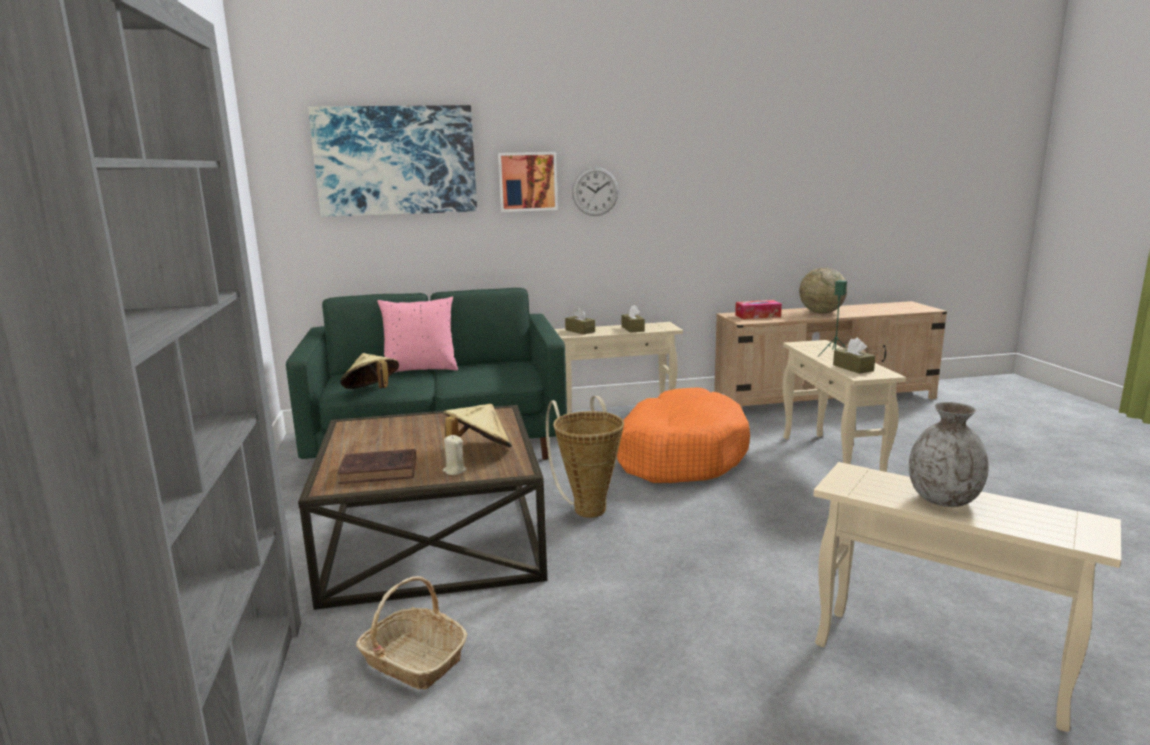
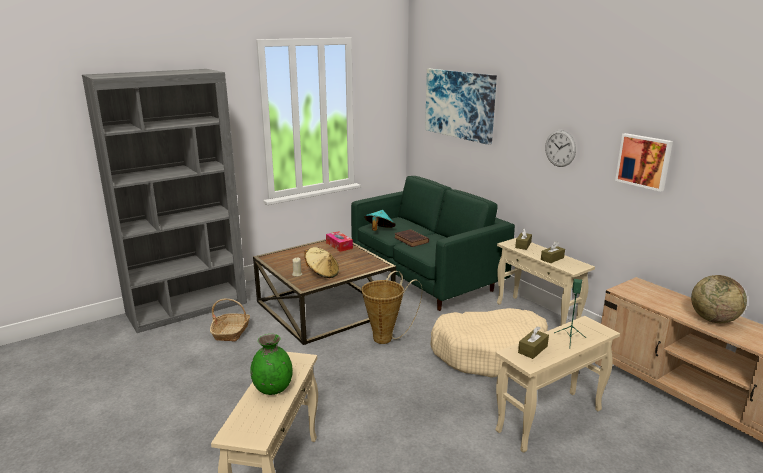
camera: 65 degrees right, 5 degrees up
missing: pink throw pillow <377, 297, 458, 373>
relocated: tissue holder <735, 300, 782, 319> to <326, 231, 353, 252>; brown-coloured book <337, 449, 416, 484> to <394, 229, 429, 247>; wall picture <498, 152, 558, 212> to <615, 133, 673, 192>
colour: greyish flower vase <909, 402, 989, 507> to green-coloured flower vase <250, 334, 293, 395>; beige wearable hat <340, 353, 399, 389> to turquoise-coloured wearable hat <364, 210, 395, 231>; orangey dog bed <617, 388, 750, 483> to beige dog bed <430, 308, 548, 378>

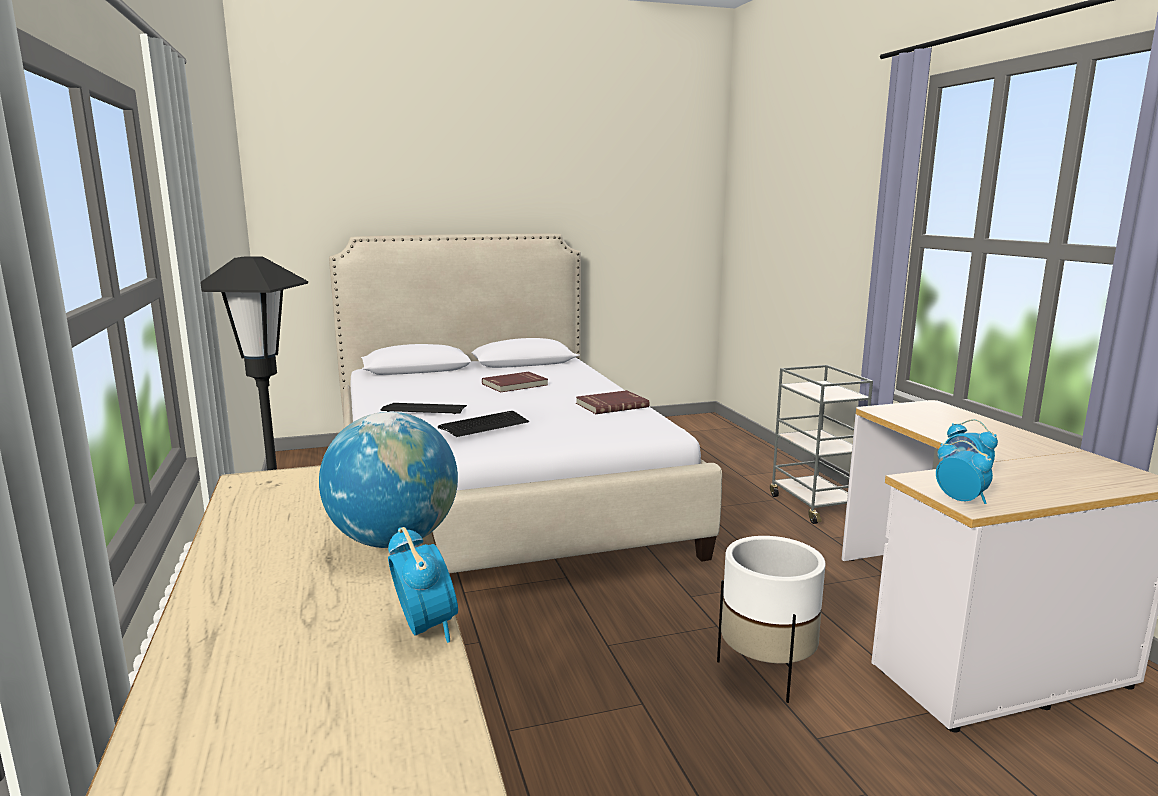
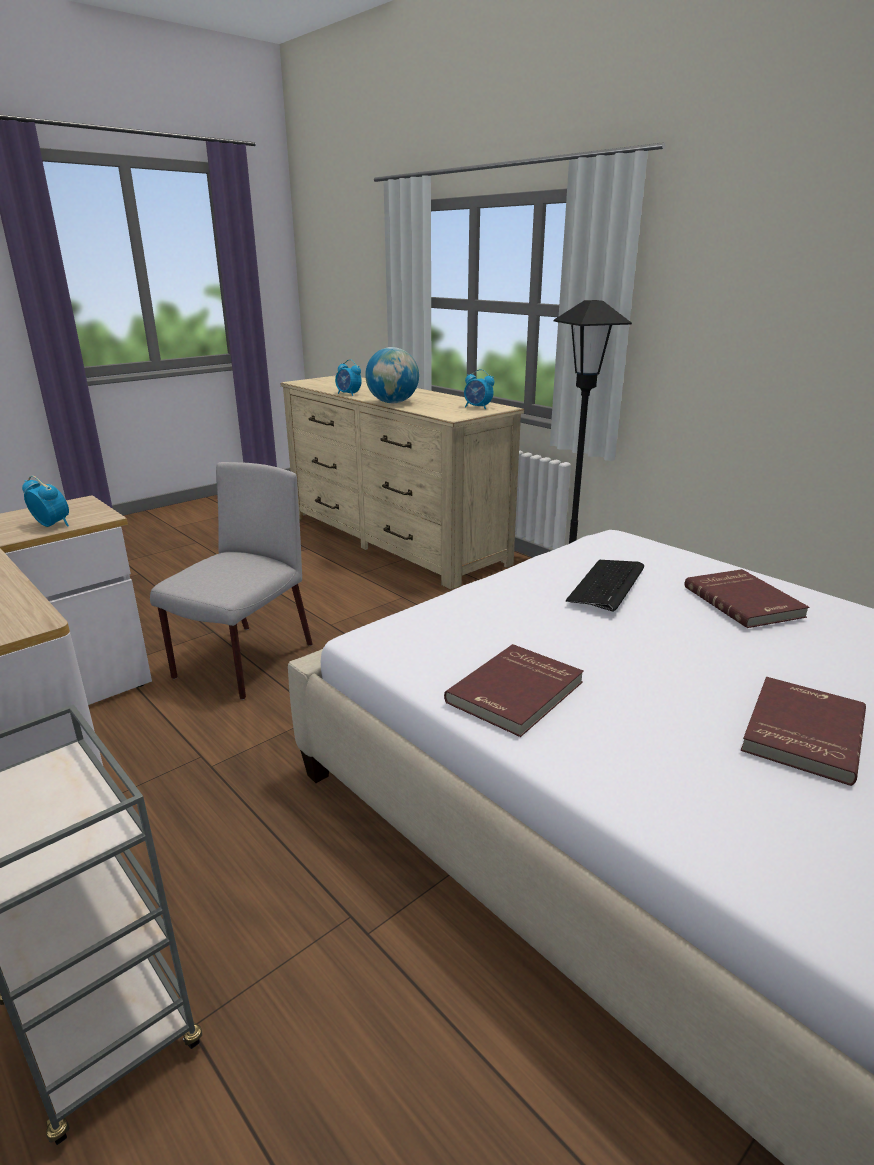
camera: 155 degrees right, 10 degrees up
relocated: table clock <936, 440, 993, 504> to <464, 369, 494, 410>
exchanged: white planter <717, 536, 825, 703> to greyish plain chair <150, 462, 313, 700>; PC keyboard <380, 403, 467, 414> to red-coloured book <685, 569, 809, 628>

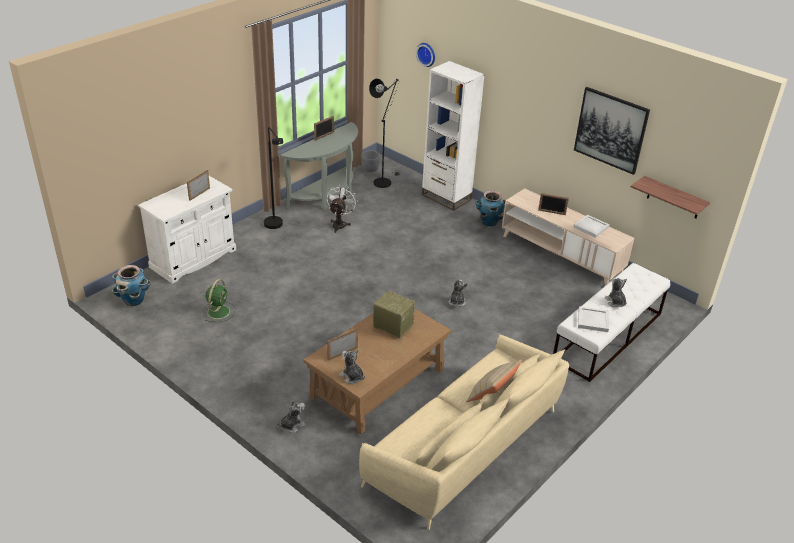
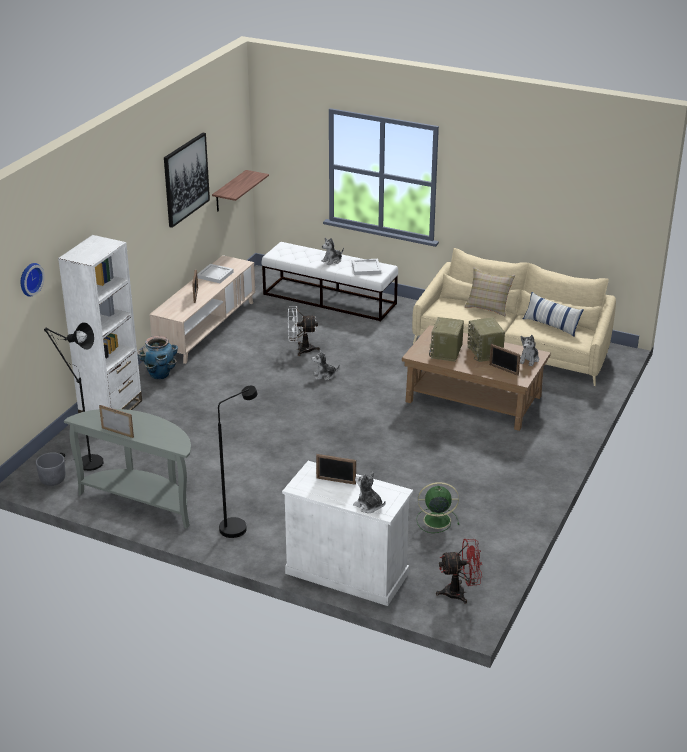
camera: 105 degrees left, 5 degrees down
appeared: radio set <468, 317, 505, 362>; throw pillow <523, 292, 584, 337>
relocated: white cooling fan <327, 185, 357, 233> to <288, 306, 320, 356>; plush toy <277, 400, 306, 433> to <353, 472, 386, 513>
exchanged: planter <112, 265, 151, 306> to red-coloured cooling fan <436, 539, 482, 604>

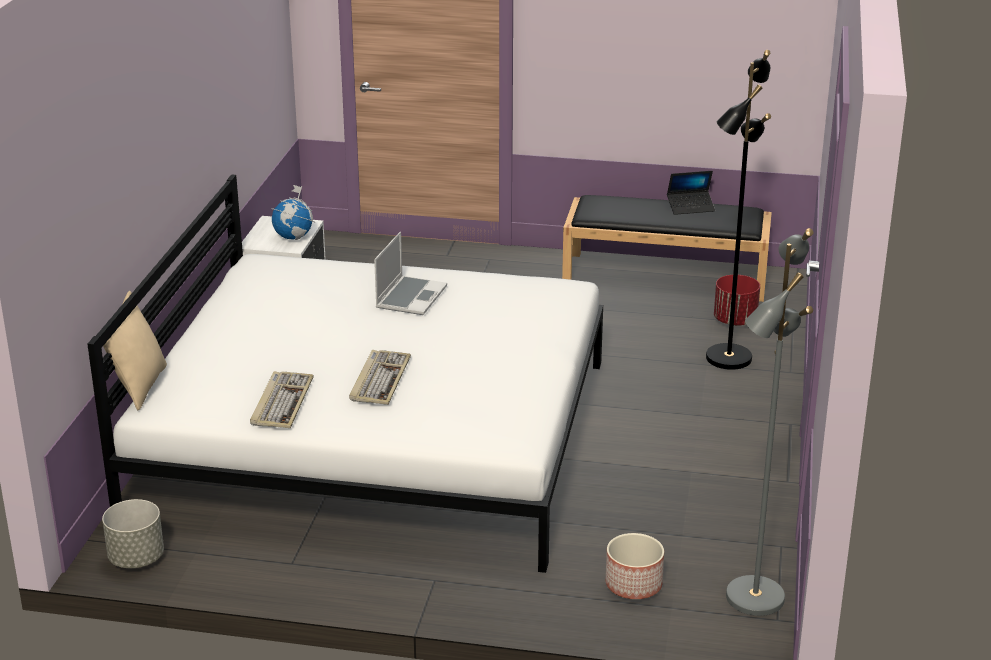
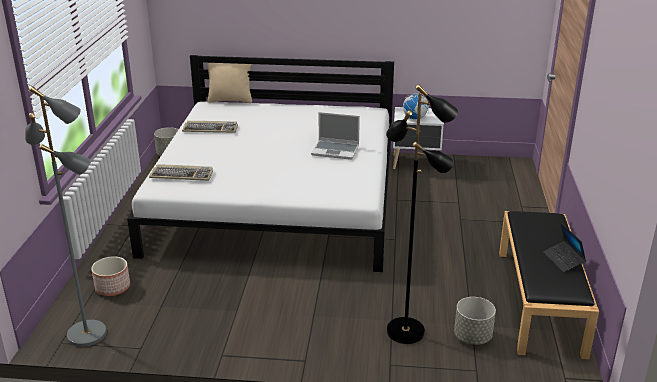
camera: 85 degrees right, 0 degrees up
relocated: PC keyboard <349, 350, 411, 405> to <149, 164, 213, 181>
colour: red-coloured planter <714, 275, 760, 326> to greyish planter <454, 297, 496, 345>

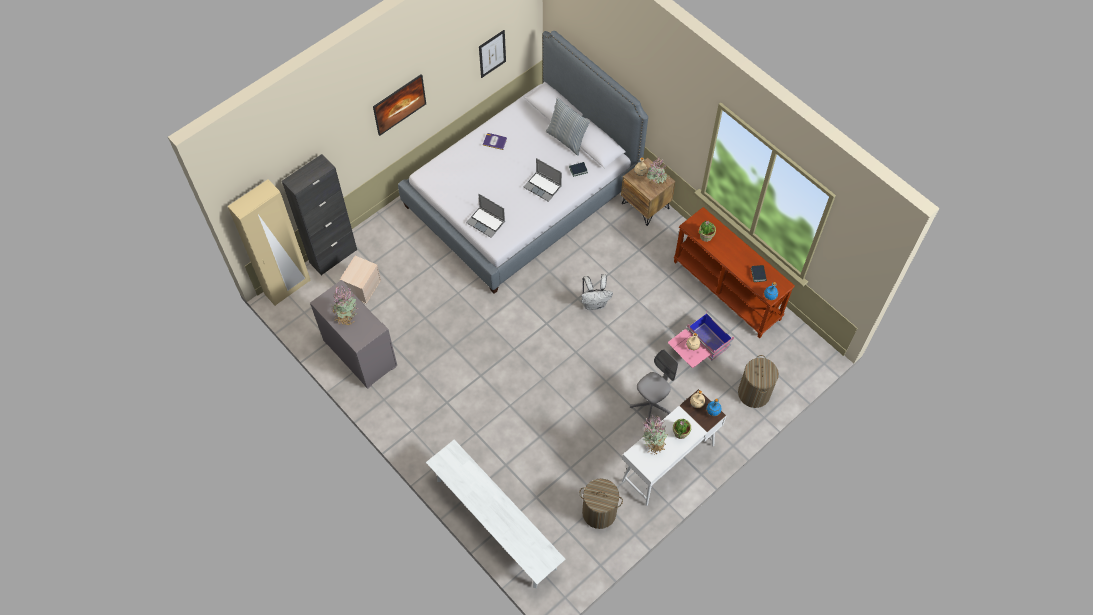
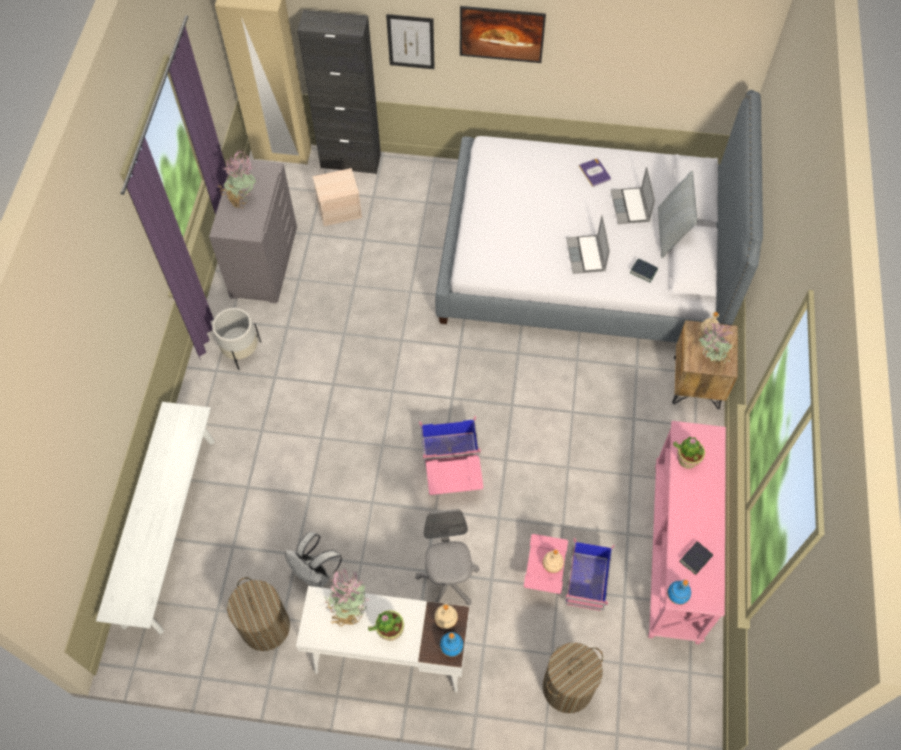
camera: 50 degrees right, 0 degrees up
appeared: white planter <212, 308, 261, 370>; pink storage box <419, 415, 484, 495>
relocated: white knapsack <582, 274, 613, 310> to <285, 532, 342, 587>; wall picture <479, 30, 506, 78> to <386, 14, 435, 69>; notebook computer <466, 194, 505, 238> to <611, 167, 655, 224>
colour: brown-coloured hall table <674, 207, 795, 339> to pink hall table <648, 421, 726, 644>
spun: greyish office chair <630, 349, 678, 425> = <415, 509, 479, 605> 105 degrees counterclockwise

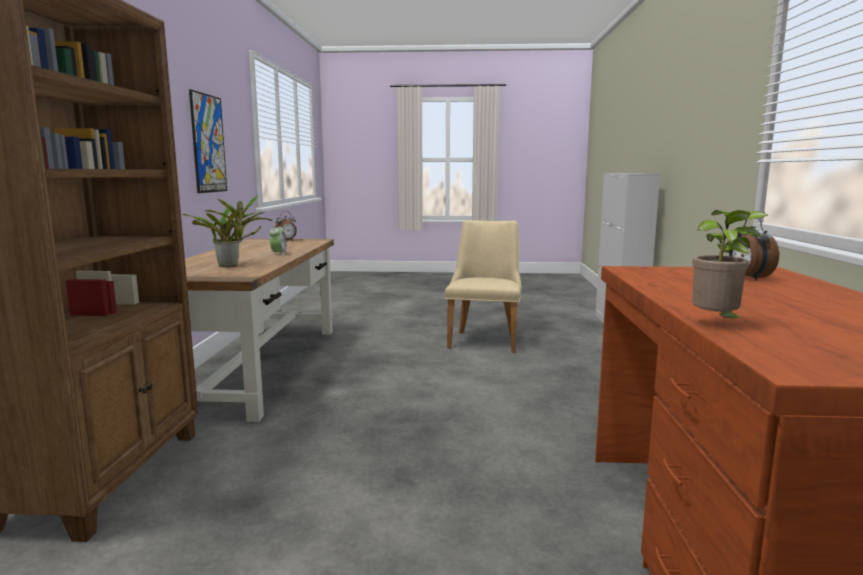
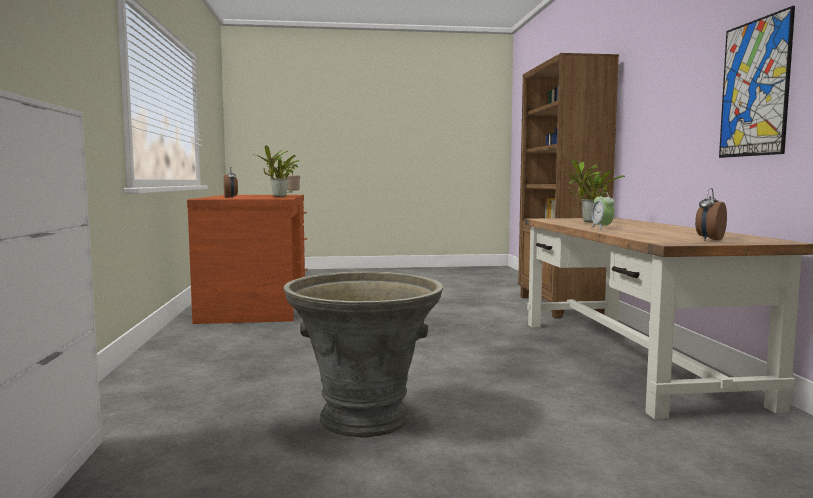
camera: 170 degrees right, 5 degrees down
appeared: potted plant <253, 145, 299, 197>
exchanged: beige plain chair <445, 220, 522, 353> to greyish planter <284, 271, 443, 437>

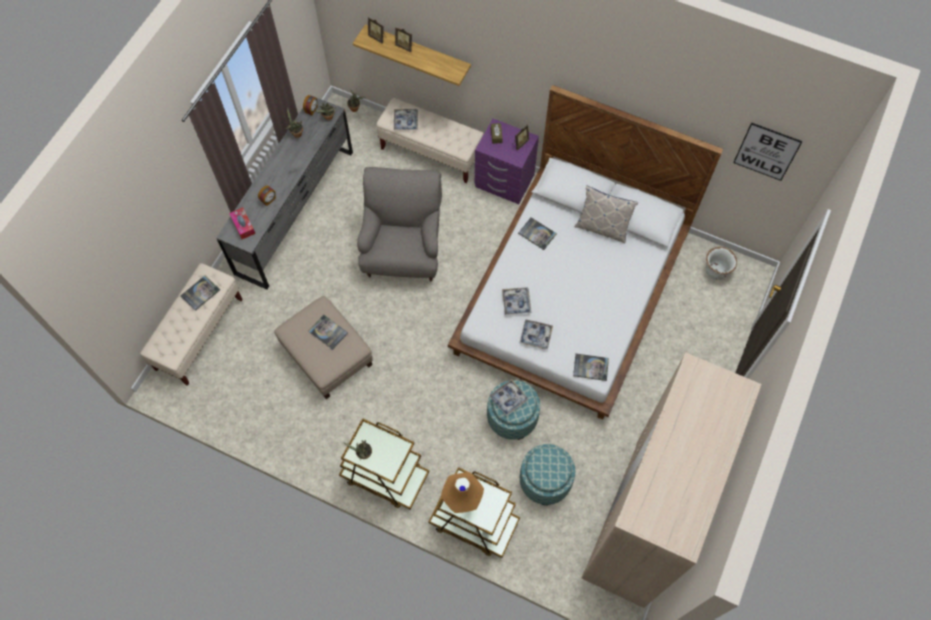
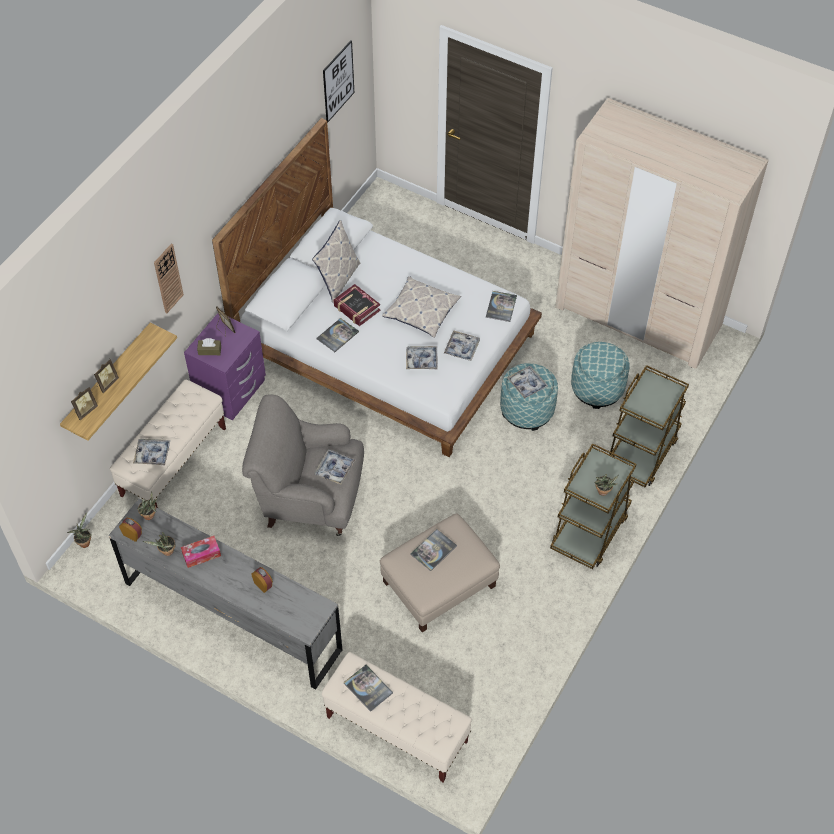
camera: 85 degrees left, 10 degrees down
missing: orangey table lamp <441, 472, 484, 513>; white planter <706, 247, 737, 280>
appeared: wall clock <154, 244, 184, 313>; serving tray <314, 449, 355, 485>; book <334, 284, 381, 326>; throw pillow <382, 276, 461, 338>
relocated: tissue holder <229, 207, 256, 239> to <181, 536, 221, 568>

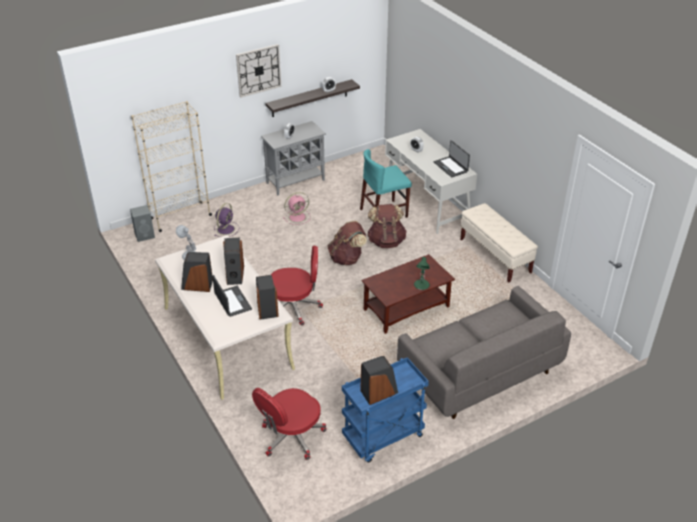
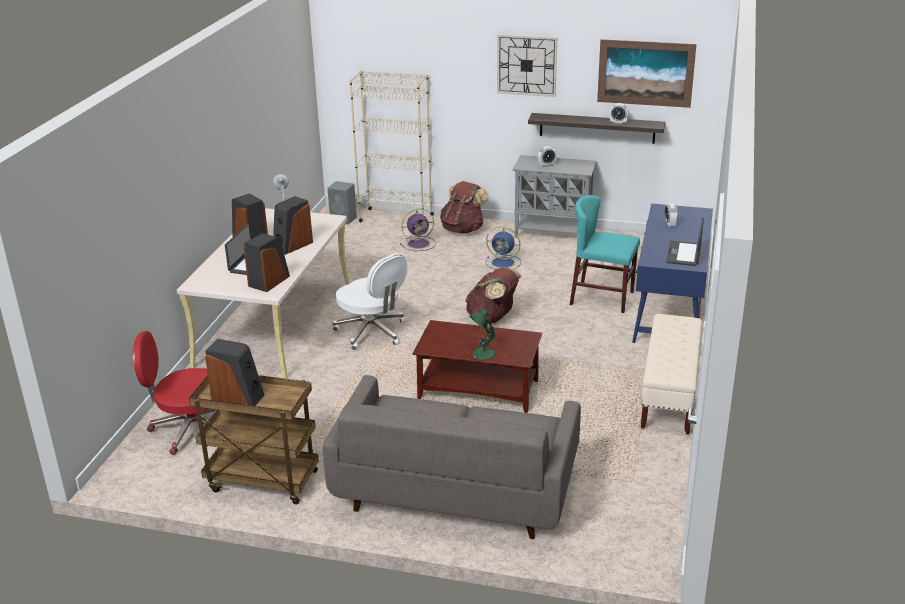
camera: 45 degrees right, 10 degrees down
appeared: wall picture <597, 39, 697, 108>
relocated: brown-coloured knapsack <367, 204, 407, 248> to <440, 181, 489, 234>
colour: blue wheeled cart <342, 357, 429, 463> to brown-coloured wheeled cart <189, 375, 319, 504>; red-coloured office chair <271, 246, 323, 326> to white office chair <332, 253, 408, 350>; pink cooling fan <283, 192, 311, 225> to blue cooling fan <486, 226, 521, 270>; white desk unit <385, 129, 477, 234> to blue desk unit <632, 203, 713, 343>

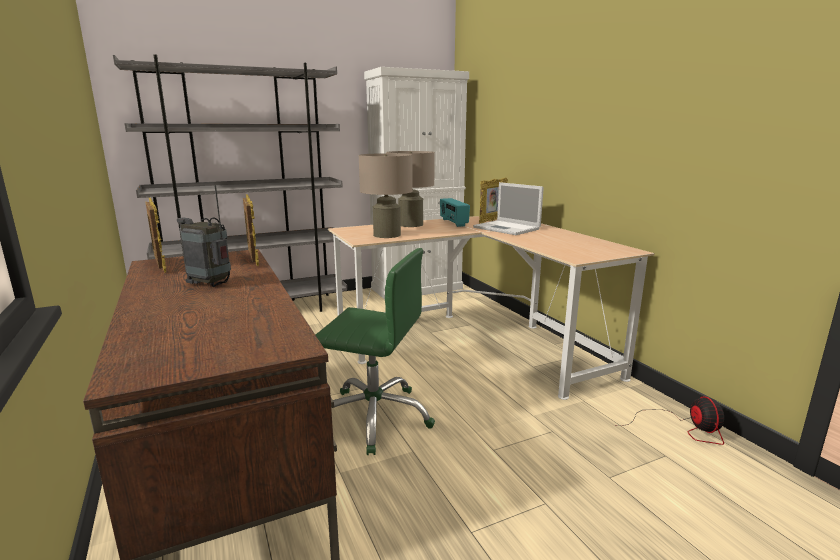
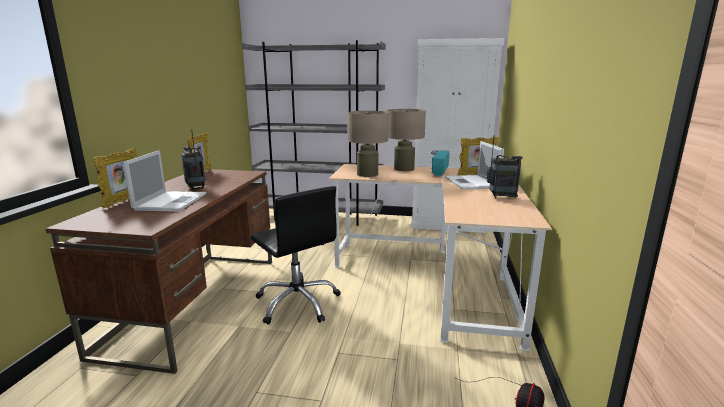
camera: 35 degrees right, 0 degrees up
appeared: notebook computer <123, 150, 206, 212>; radio set <486, 135, 522, 198>
relocated: standing frame <243, 194, 259, 266> to <93, 148, 137, 209>
colour: green-coloured office chair <316, 248, 435, 455> to black-coloured office chair <251, 186, 341, 325>

